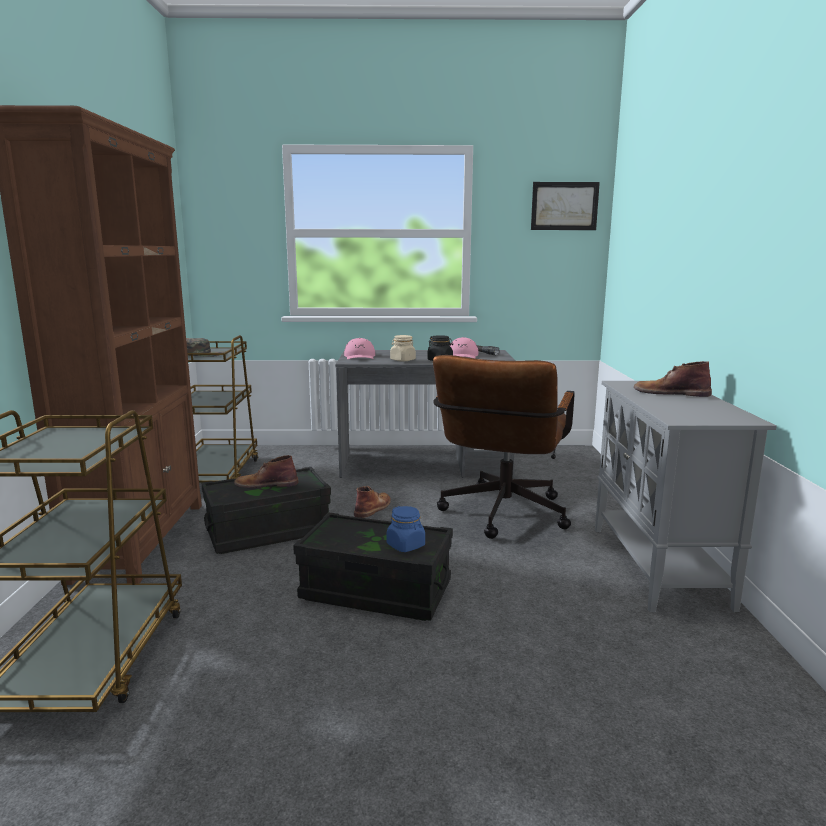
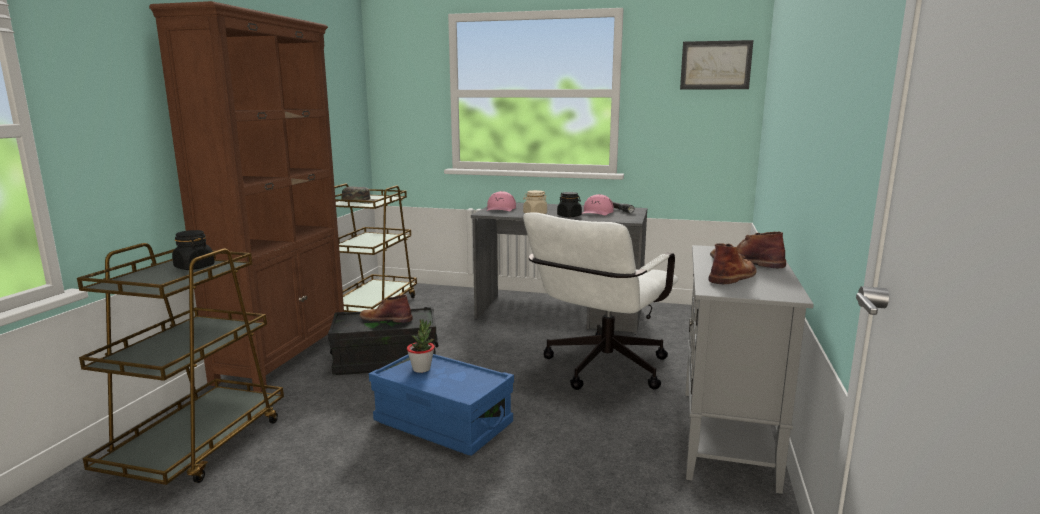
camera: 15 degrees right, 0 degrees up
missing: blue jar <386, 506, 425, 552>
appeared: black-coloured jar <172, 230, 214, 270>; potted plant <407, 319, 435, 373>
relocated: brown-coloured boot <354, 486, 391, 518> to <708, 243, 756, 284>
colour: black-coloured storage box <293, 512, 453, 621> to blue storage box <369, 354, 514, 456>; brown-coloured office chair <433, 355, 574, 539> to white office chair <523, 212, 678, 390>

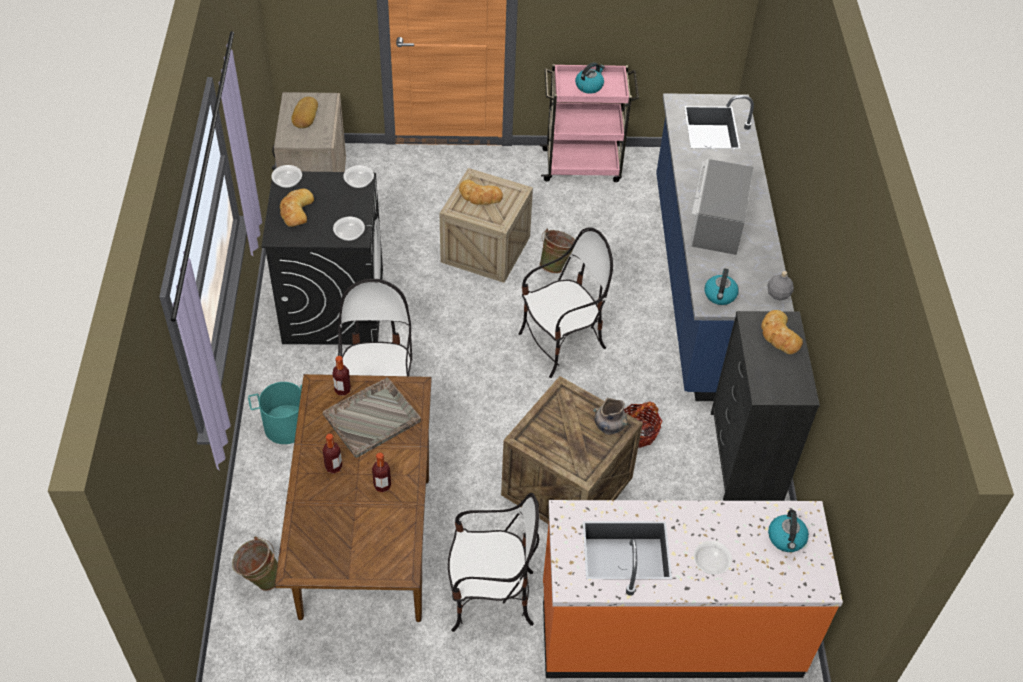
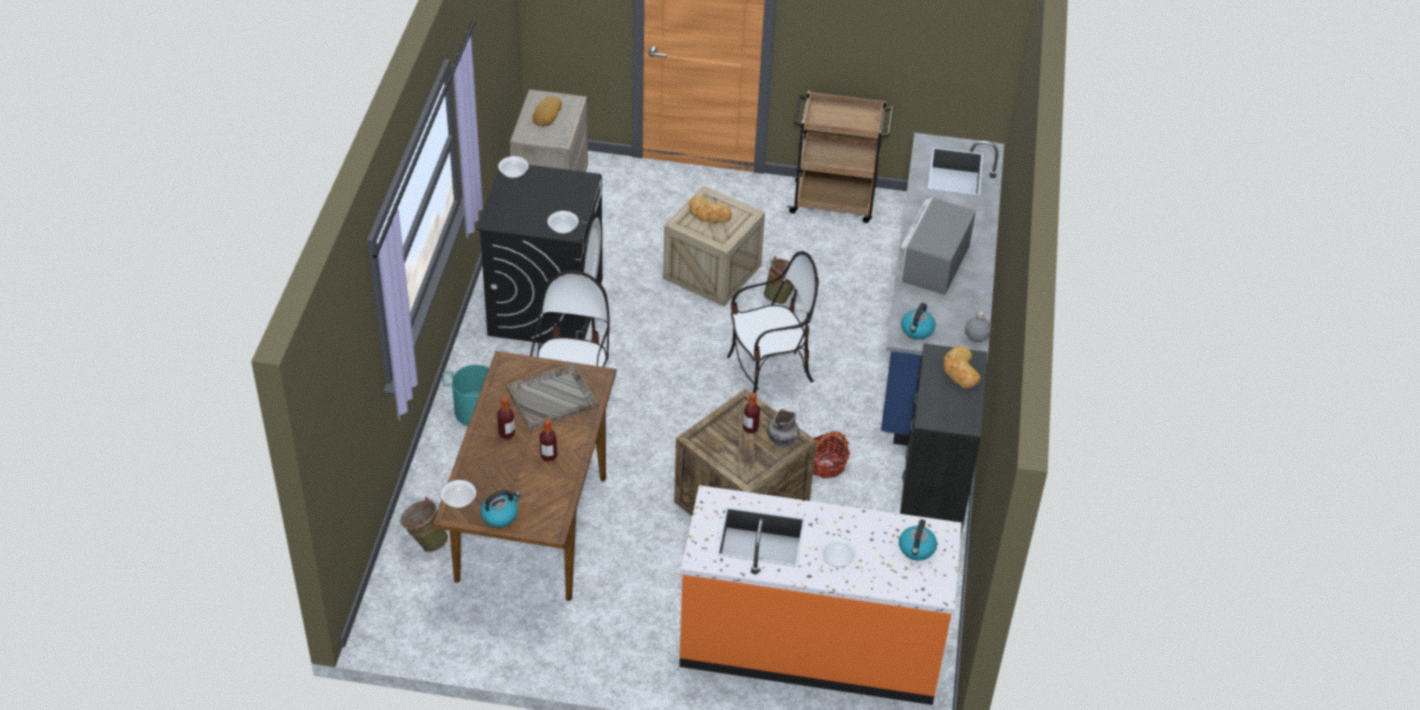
camera: 10 degrees right, 5 degrees down
missing: baked bread <280, 189, 314, 227>; plain chair <448, 493, 539, 632>
relocated: bowl <343, 165, 374, 188> to <441, 480, 476, 508>; kettle <575, 62, 605, 94> to <480, 490, 521, 528>; bottle <332, 356, 351, 396> to <743, 393, 760, 434>
colour: pink wheeled cart <540, 64, 639, 182> to brown-coloured wheeled cart <787, 91, 894, 223>

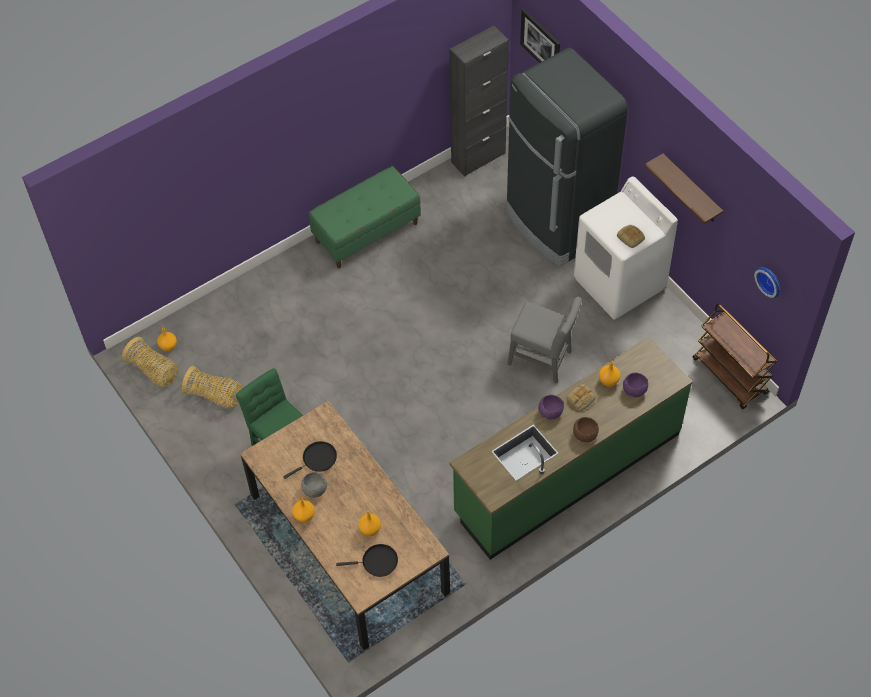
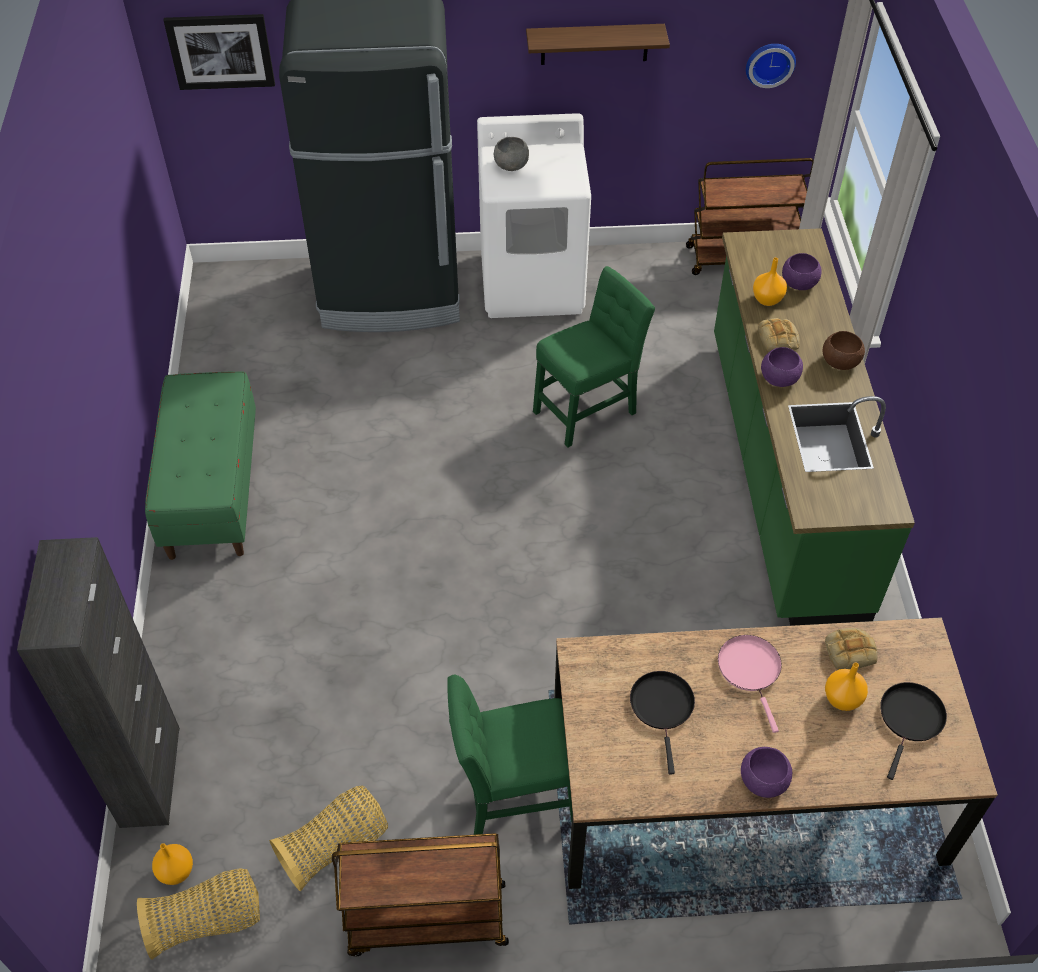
camera: 60 degrees left, 5 degrees down
appeared: brown-coloured wheeled cart <332, 833, 509, 957>; pink skillet <718, 635, 782, 733>
relocated: black-coloured storage cabinet <449, 26, 509, 177> to <17, 537, 180, 828>; greyish bowl <301, 472, 327, 498> to <494, 137, 529, 171>; baked bread <617, 225, 645, 248> to <825, 628, 878, 670>
exchanged: orangey flower vase <292, 498, 315, 523> to purple bowl <741, 747, 792, 798>
colour: greyish plain chair <507, 297, 582, 384> to green-coloured plain chair <533, 266, 655, 448>

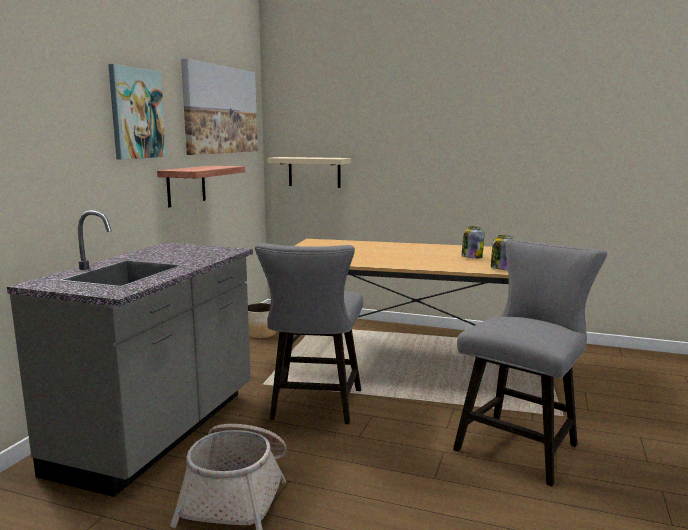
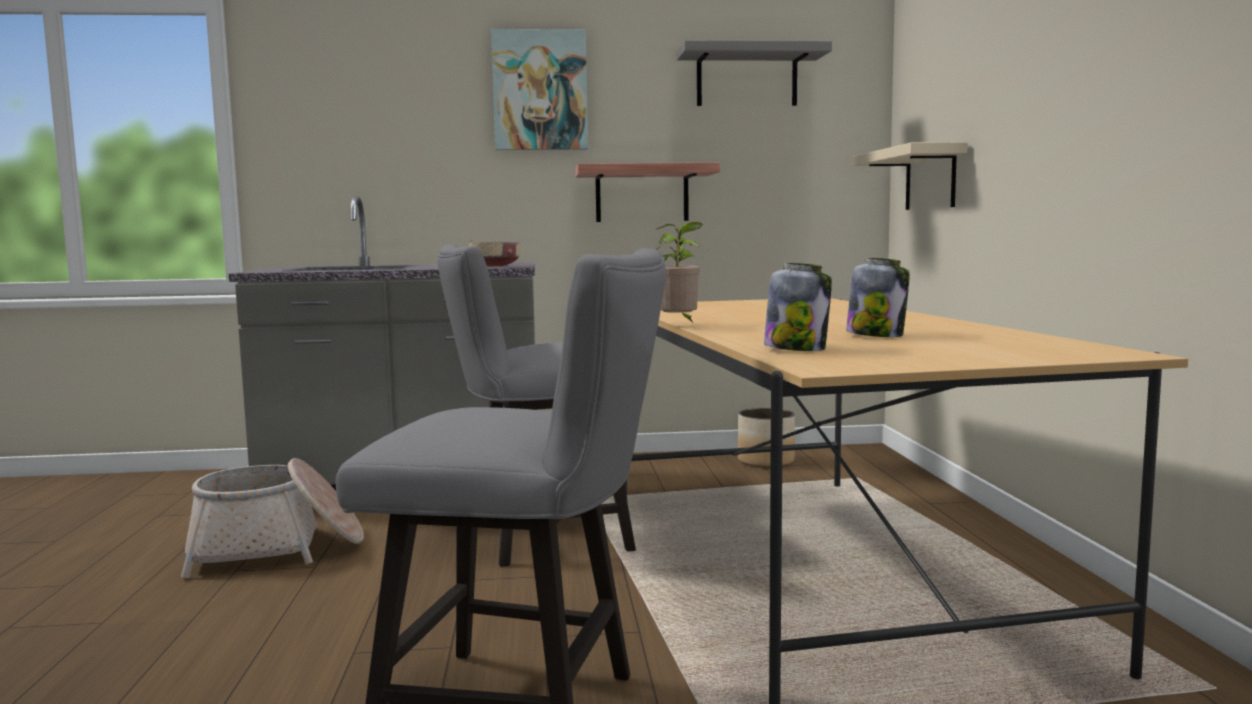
camera: 65 degrees right, 5 degrees down
appeared: beige bowl <469, 241, 521, 266>; potted plant <656, 222, 703, 322>
exchanged: wall picture <181, 59, 258, 155> to greyish bracket shelf <677, 40, 832, 106>

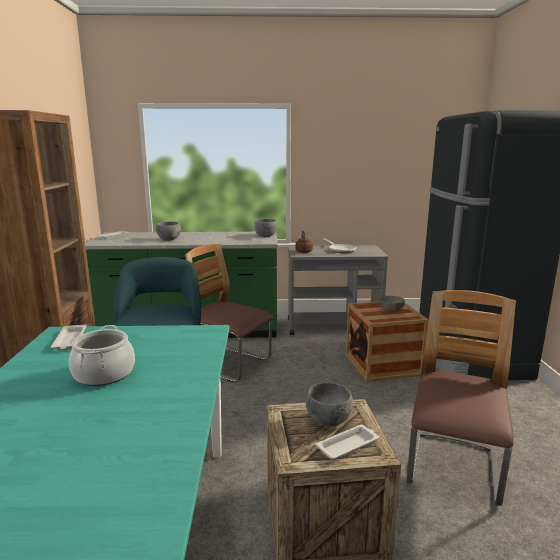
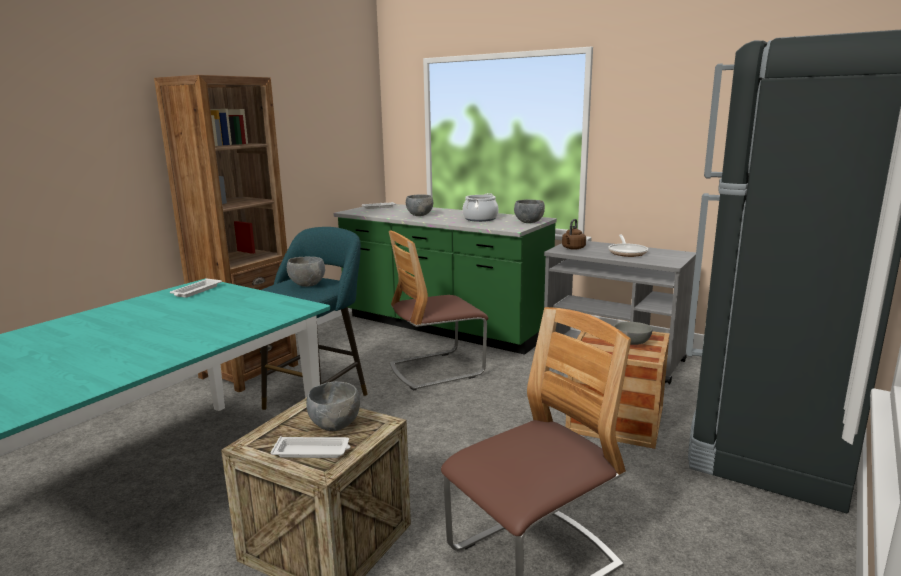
camera: 35 degrees right, 0 degrees up
appeared: greyish bowl <287, 256, 325, 287>
relocated: saucepot <69, 325, 135, 386> to <462, 193, 499, 222>
spun: plain chair <185, 244, 273, 382> = <389, 230, 488, 391> 90 degrees counterclockwise

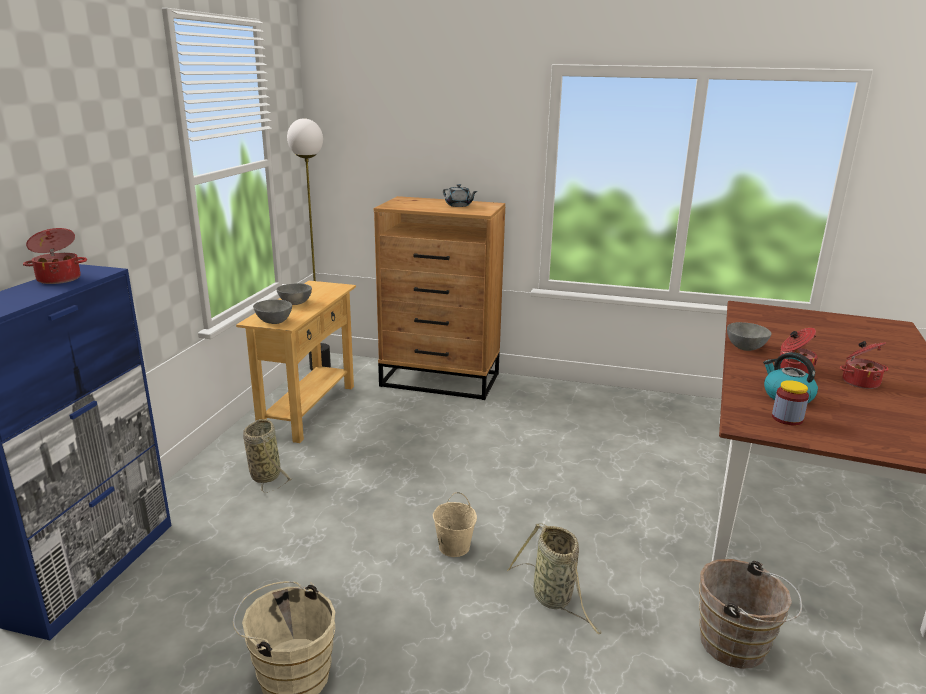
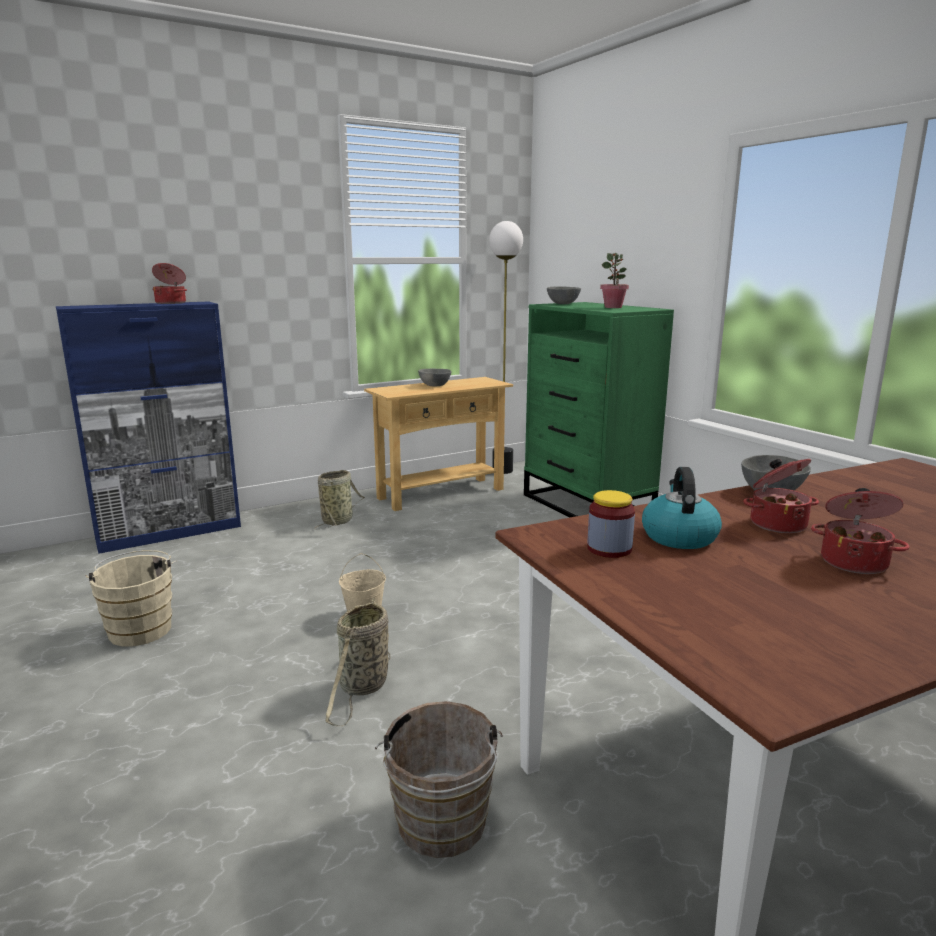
camera: 45 degrees right, 5 degrees down
relocated: greyish bowl <253, 300, 292, 324> to <547, 287, 581, 304>
exchanged: greyish pot for tea <443, 184, 478, 207> to potted plant <600, 253, 629, 308>
colour: brown-coloured drawer chest <374, 196, 505, 400> to green-coloured drawer chest <524, 302, 674, 517>

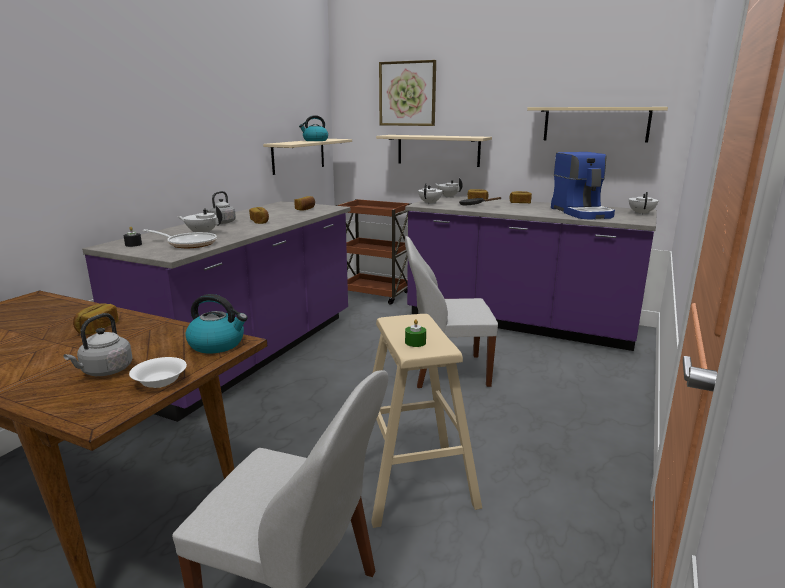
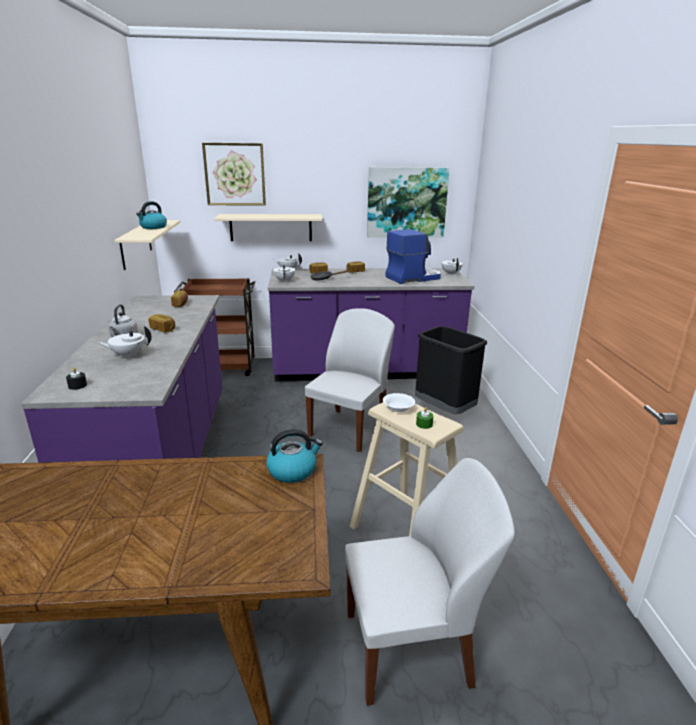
camera: 30 degrees left, 5 degrees up
missing: greyish kettle <63, 313, 133, 376>; baked bread <73, 304, 118, 334>; skillet <143, 229, 217, 248>
appeared: black-coloured trash can <415, 326, 487, 414>
relocated: white bowl <129, 357, 187, 388> to <383, 393, 415, 412>
exchanged: beige bracket shelf <527, 107, 668, 143> to wall picture <367, 167, 450, 238>
spun: white plain chair <405, 236, 498, 388> = <305, 308, 395, 452> 150 degrees clockwise; coffee maker <551, 152, 615, 220> = <385, 229, 441, 284> 75 degrees counterclockwise

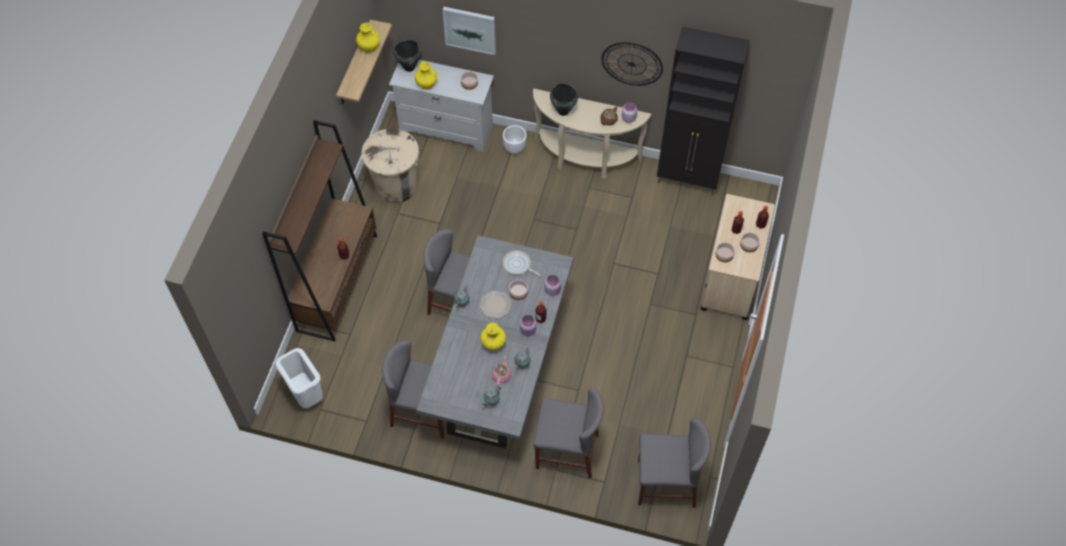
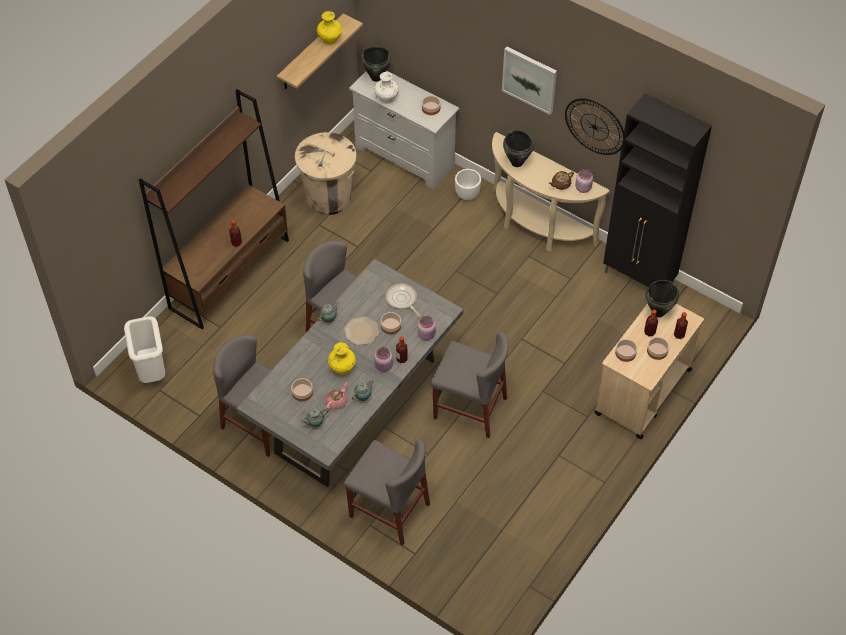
camera: 20 degrees right, 5 degrees down
appeared: bowl <291, 378, 313, 401>; black-coloured saucepot <645, 280, 679, 317>
relocated: greyish plain chair <638, 418, 711, 508> to <431, 332, 509, 438>; wall picture <443, 7, 496, 55> to <502, 47, 557, 115>
colour: yellow-coloured flower vase <415, 61, 437, 89> to white flower vase <374, 72, 399, 103>

